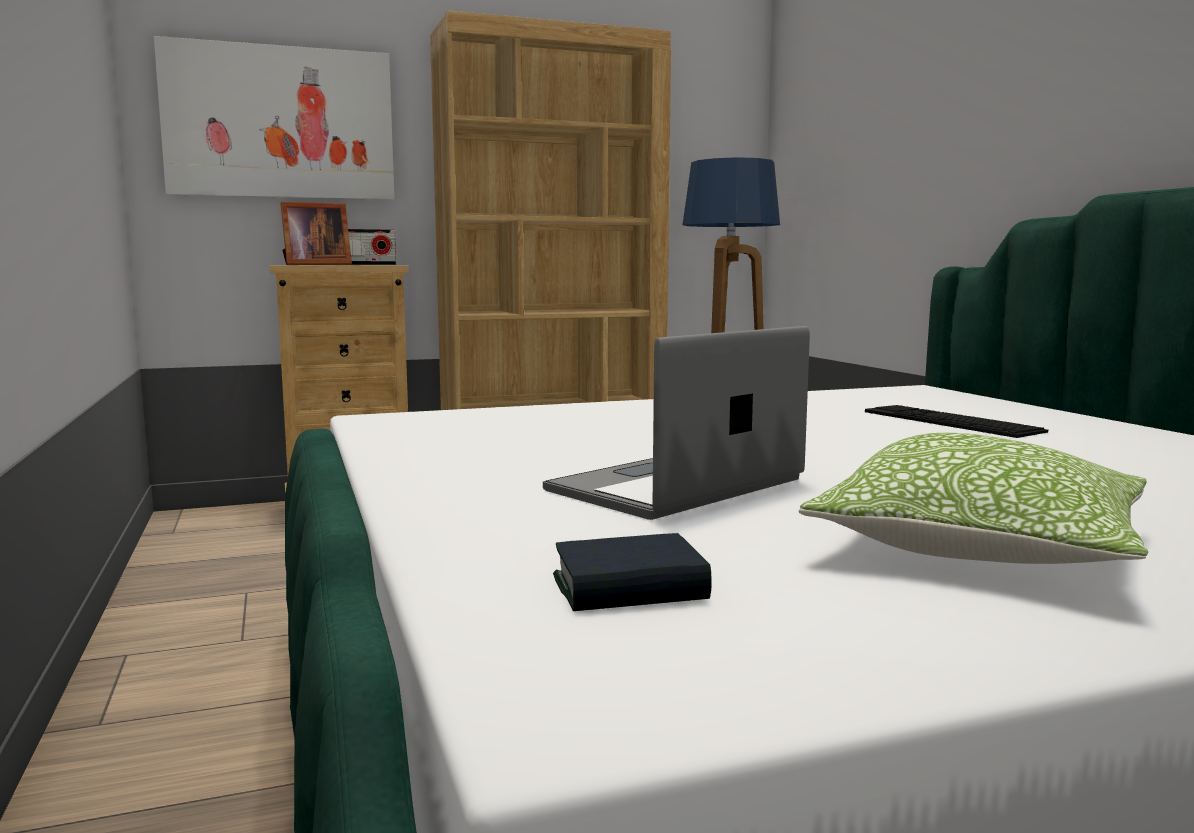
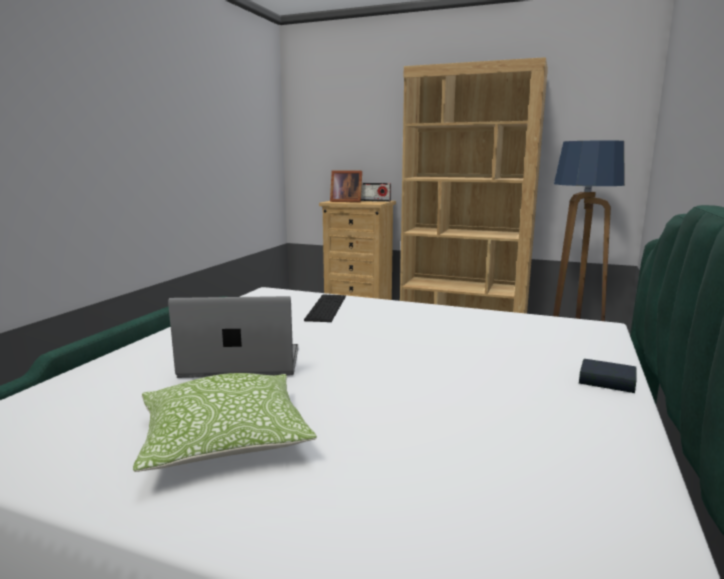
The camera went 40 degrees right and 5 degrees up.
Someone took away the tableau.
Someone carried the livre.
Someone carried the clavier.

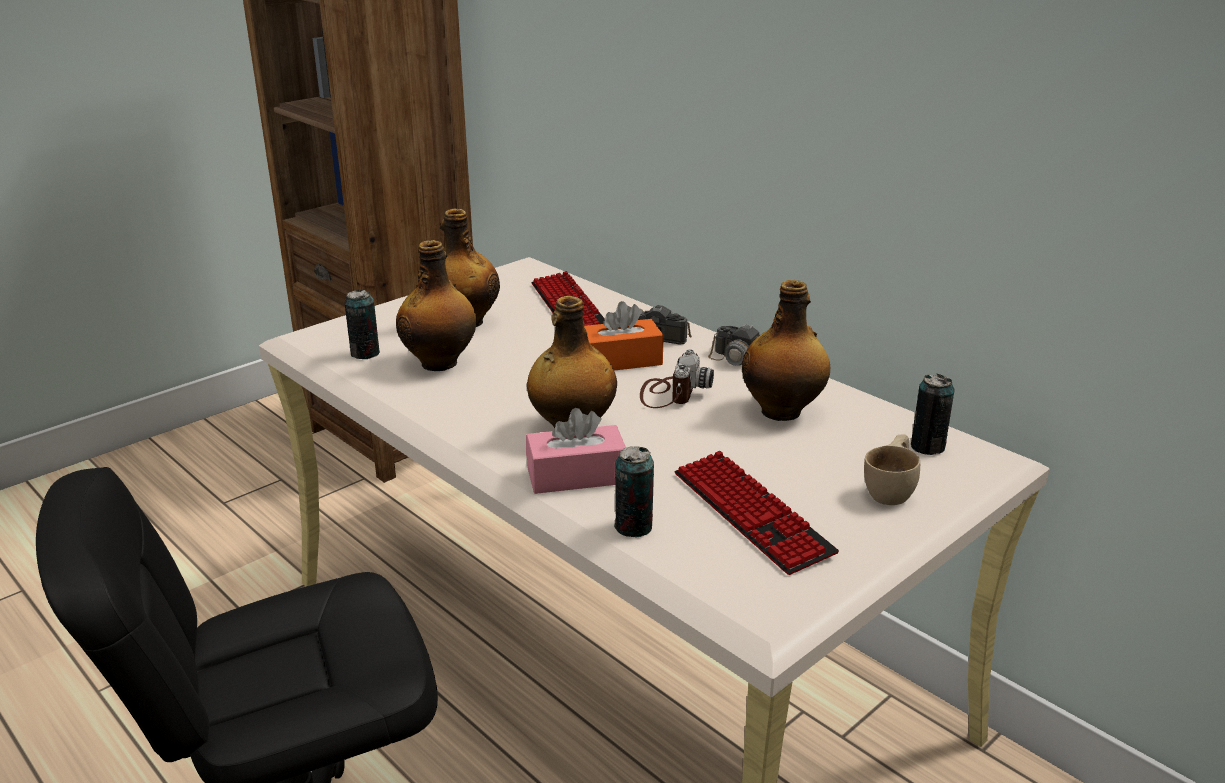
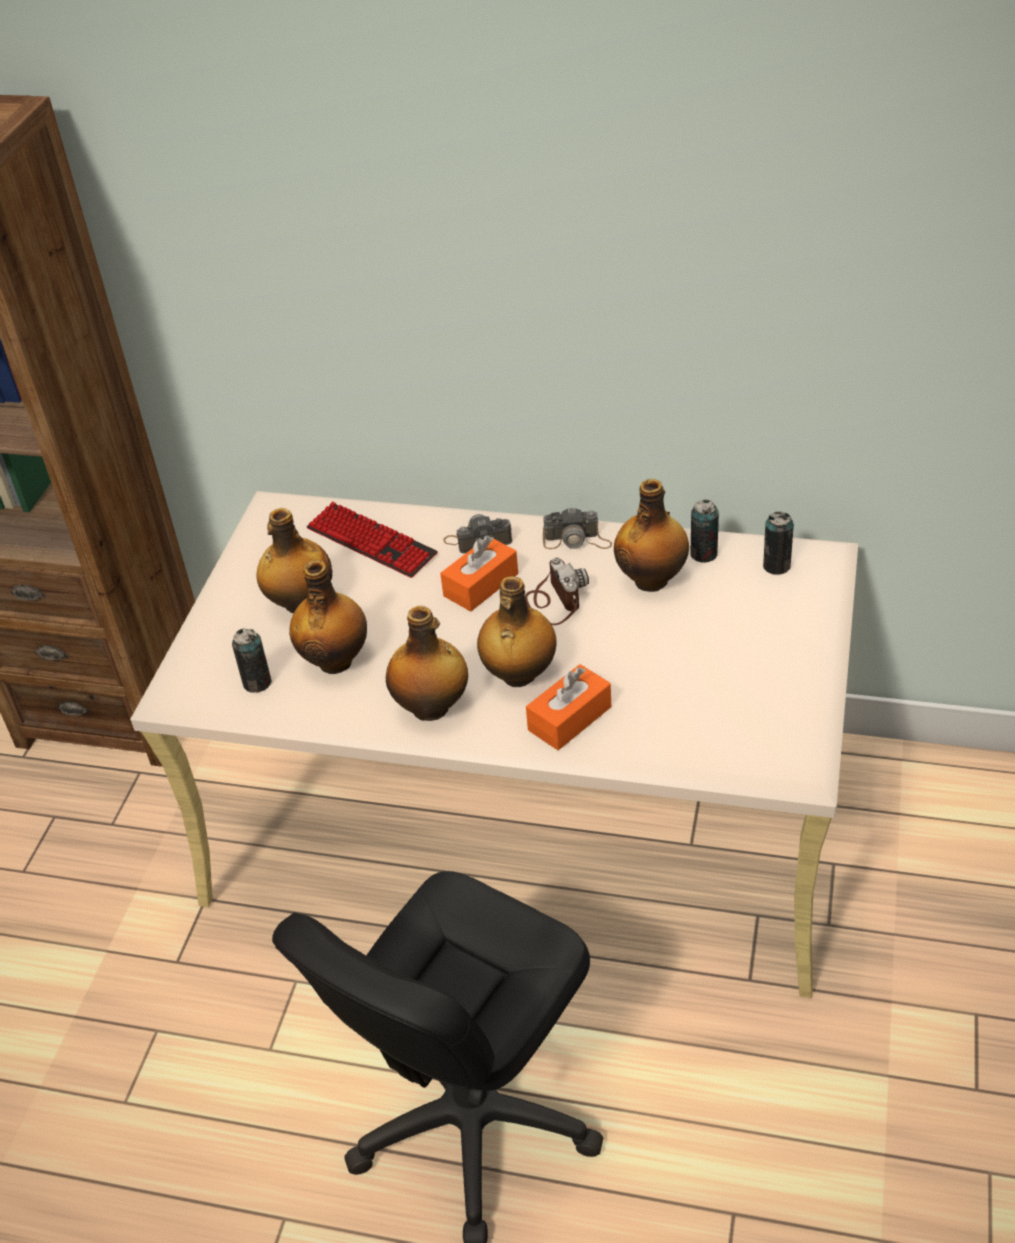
The camera went 30 degrees left and 15 degrees up.
Someone repainted the boîte à mouchoirs (rose), which became the boîte à mouchoirs (orange) (2nd from left).
Someone carried the boîte métallique (2nd from left).
Someone took away the clavier (2nd from left).
Someone took away the tasse (beige).
Someone put down the bouteille (3rd from left).

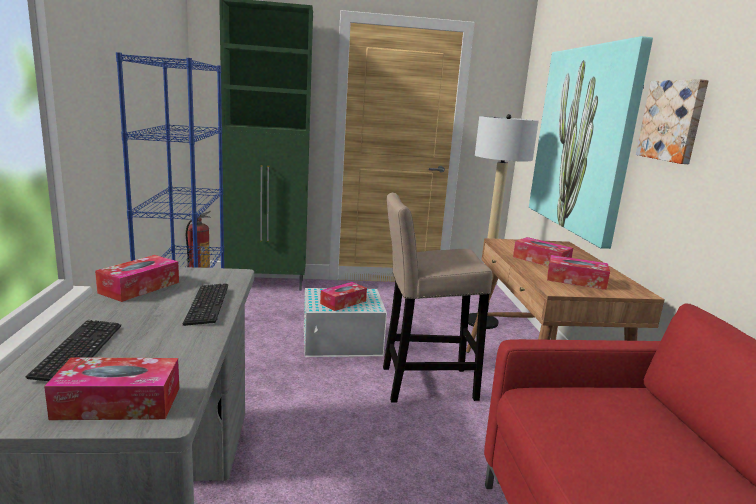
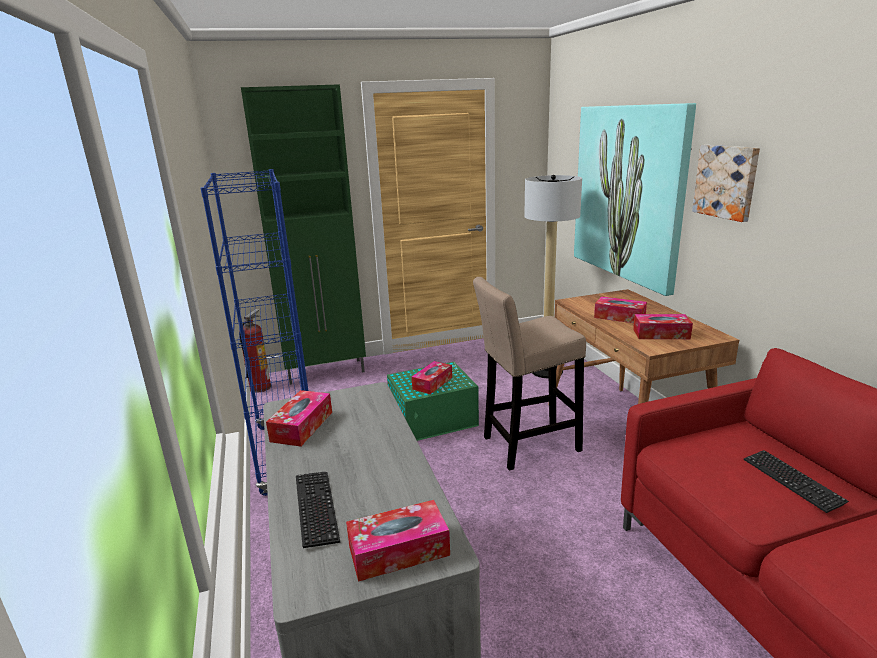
The camera went 10 degrees left and 5 degrees up.
Someone carried the clavier (2nd from left).
Someone repainted the boîte de rangement (blanc), which became the boîte de rangement (vert).

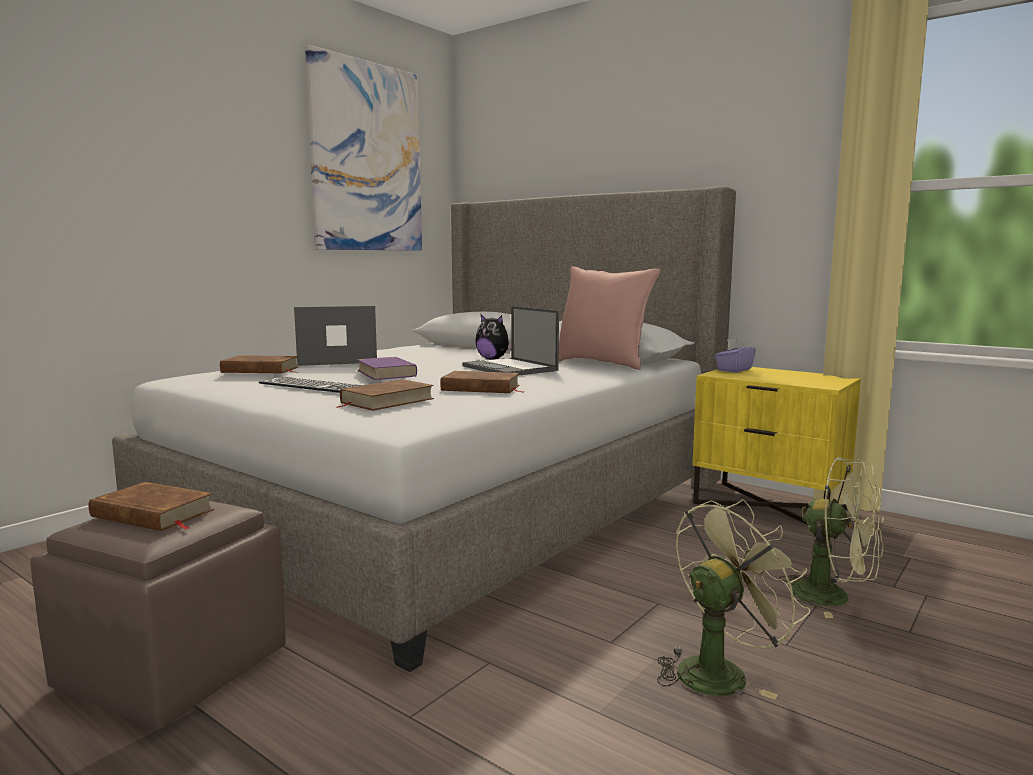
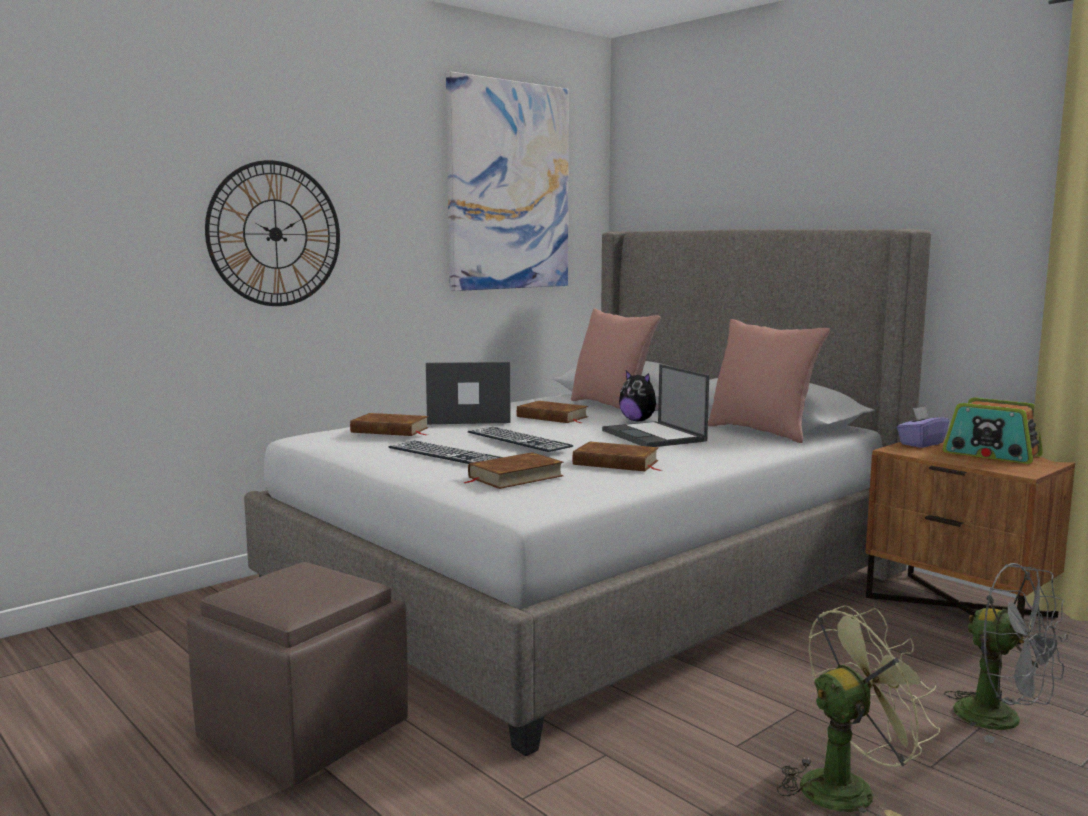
The camera went 10 degrees right and 0 degrees up.
Someone carried the livre (marron) (1st from left in the first image).
Someone swapped the livre (violet) for the clavier (2nd from left).
Someone repainted the table de chevet (jaune), which became the table de chevet (marron).
Someone repainted the ventilateur (vert) (2nd from left), which became the ventilateur (gris).
Someone put up the horloge murale.
Someone put down the coussin (rose) (1st from left).
Someone put down the radio.

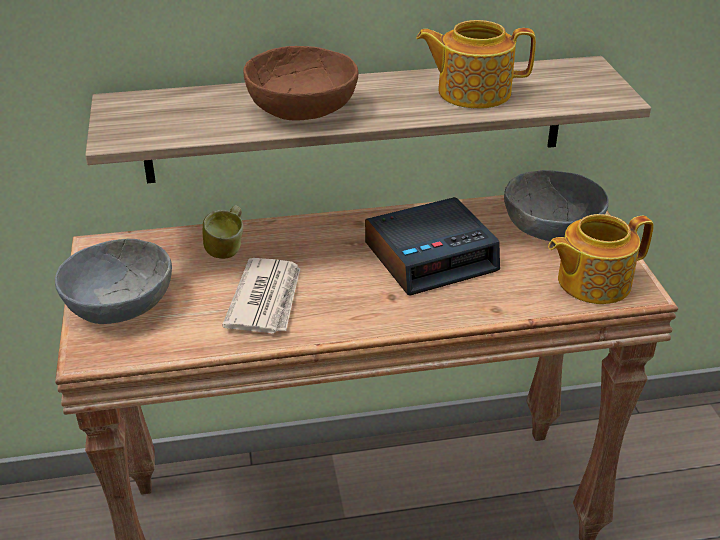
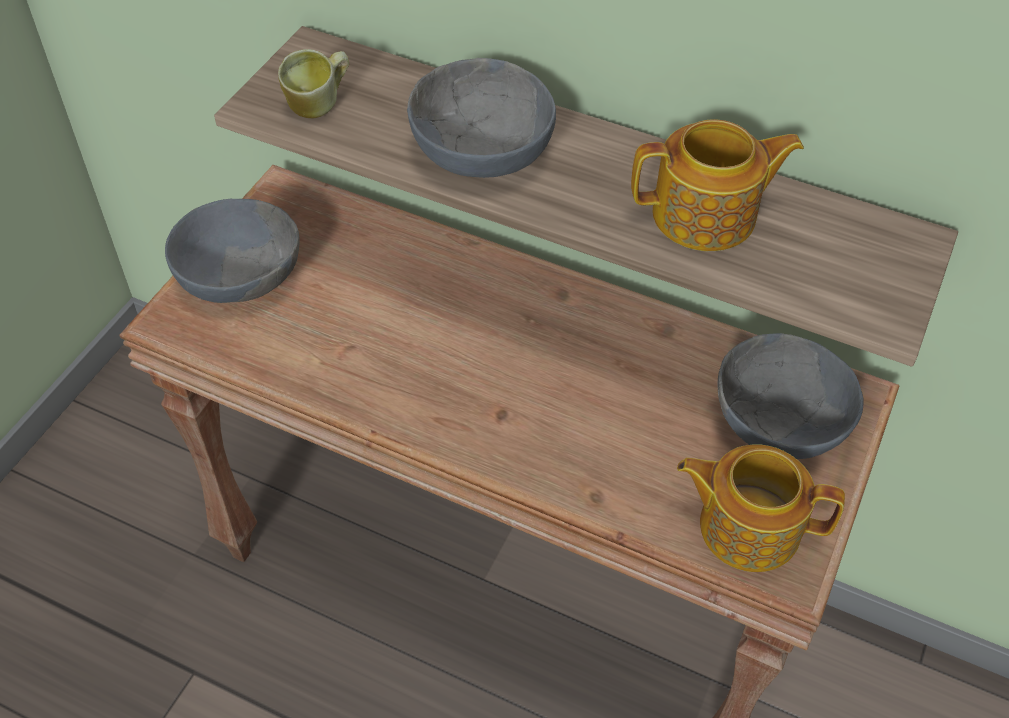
The camera went 35 degrees right and 15 degrees up.
Someone carried the mug.
Someone took away the journal.
Someone repainted the bol (marron), which became the bol (gris) (2nd from left).
Someone took away the réveil.
Someone rotated the théière (1st from left) by 135 degrees clockwise.

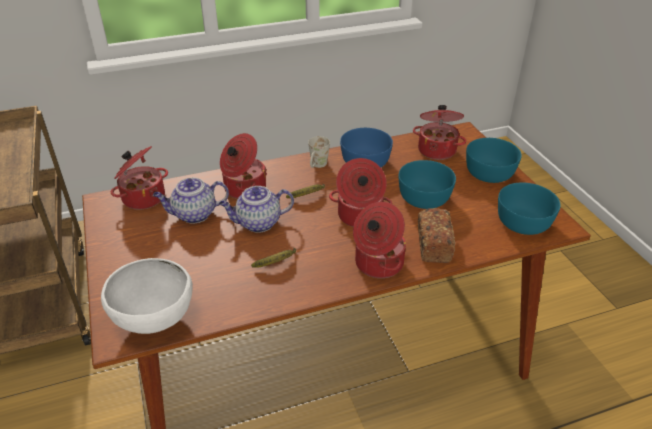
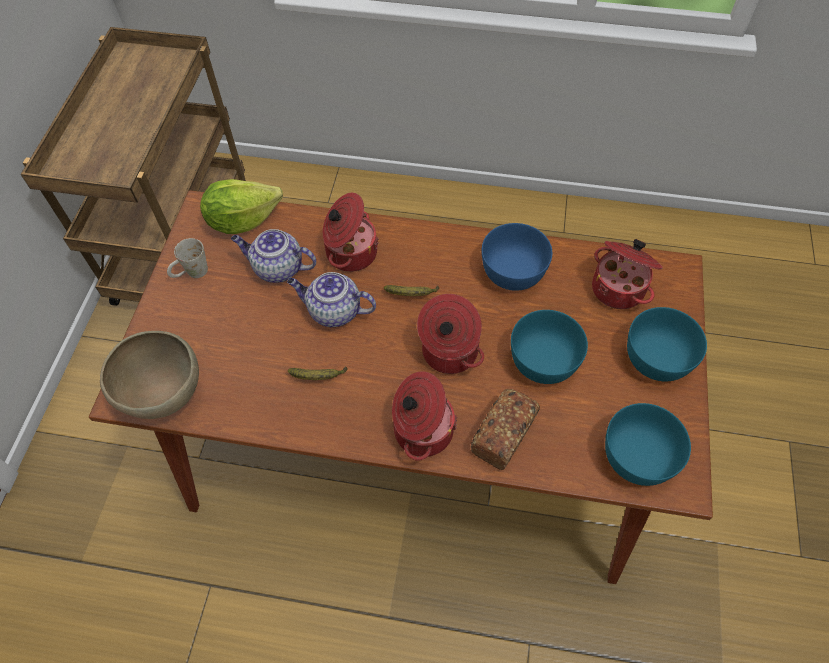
The camera went 30 degrees right and 20 degrees up.
Someone repainted the bol (blanc), which became the bol (marron).
Someone swapped the marmite (1st from left) for the laitue.
Someone carried the mug (blanc).

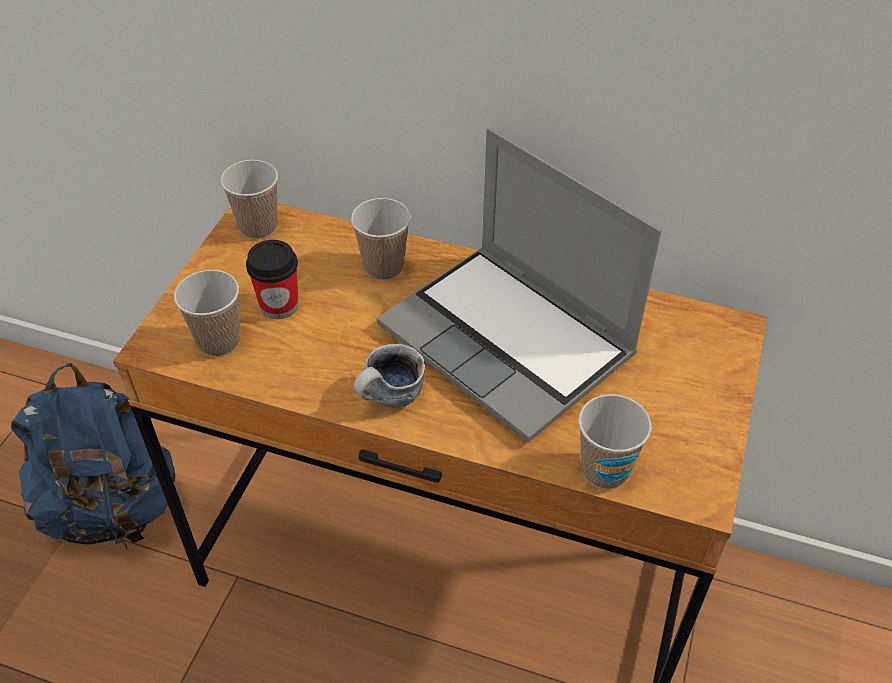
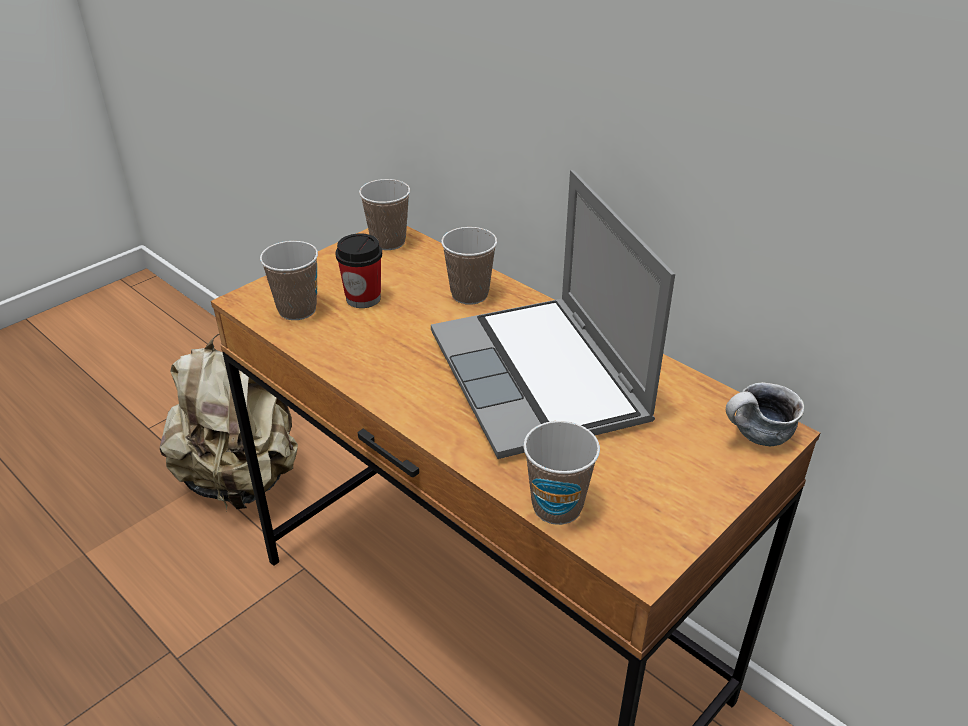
The camera went 25 degrees right and 10 degrees down.
Someone repainted the sac à dos (bleu), which became the sac à dos (beige).
Someone carried the mug.

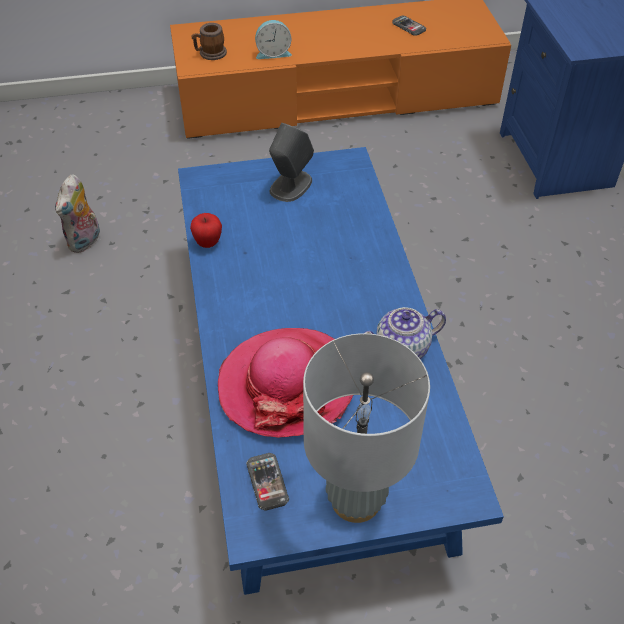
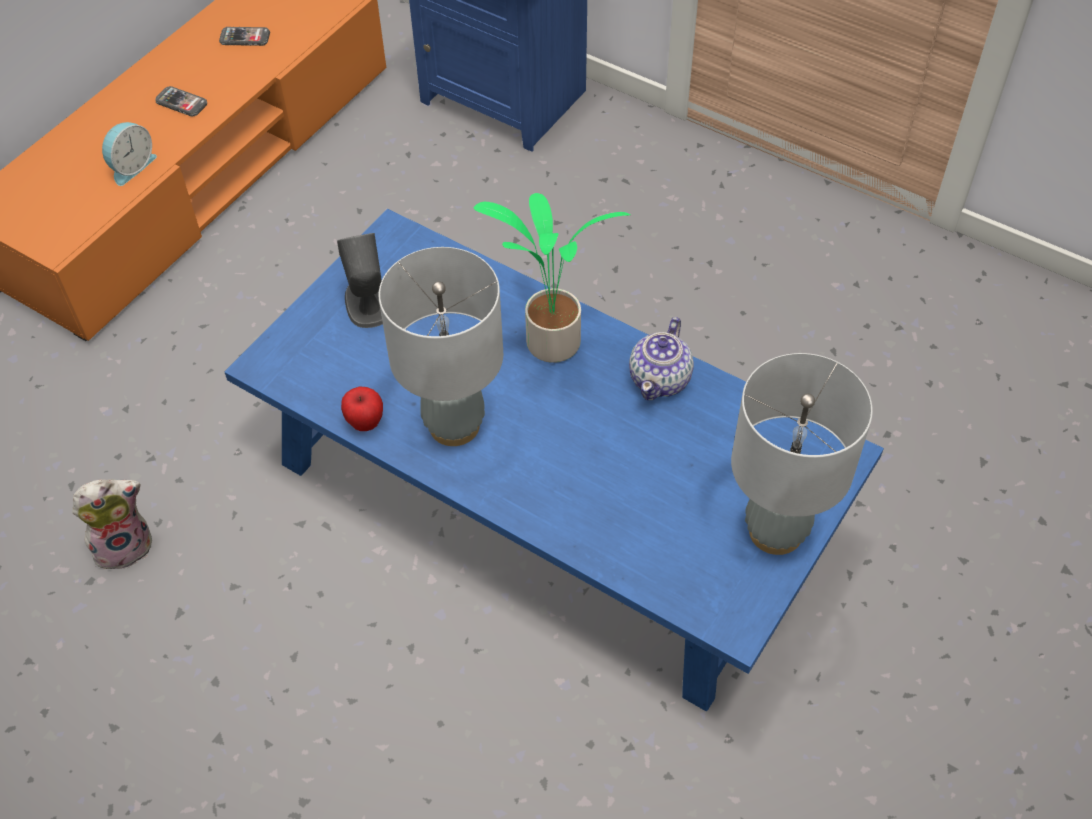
The camera went 45 degrees left and 5 degrees up.
Someone rotated the peluche by 90 degrees counterclockwise.
Someone took away the mug.
Someone took away the chapeau.
Someone carried the téléphone (1st from left).
Someone put down the lampe de table (gris) (1st from left).
Someone put down the plante en pot.

